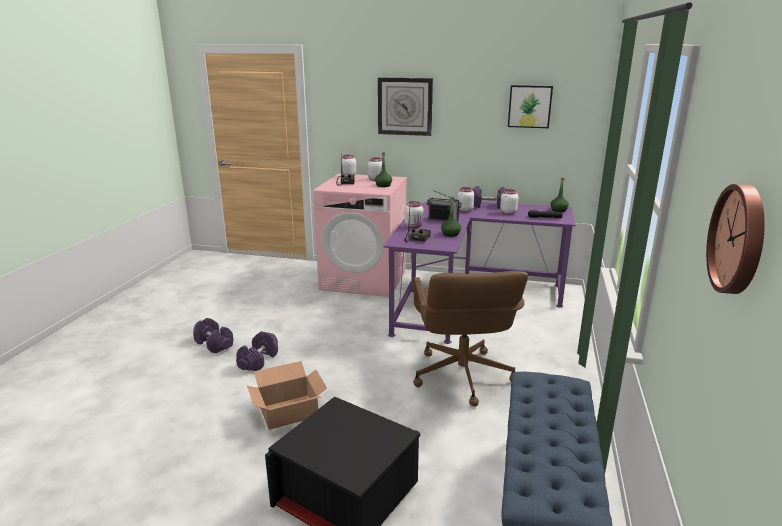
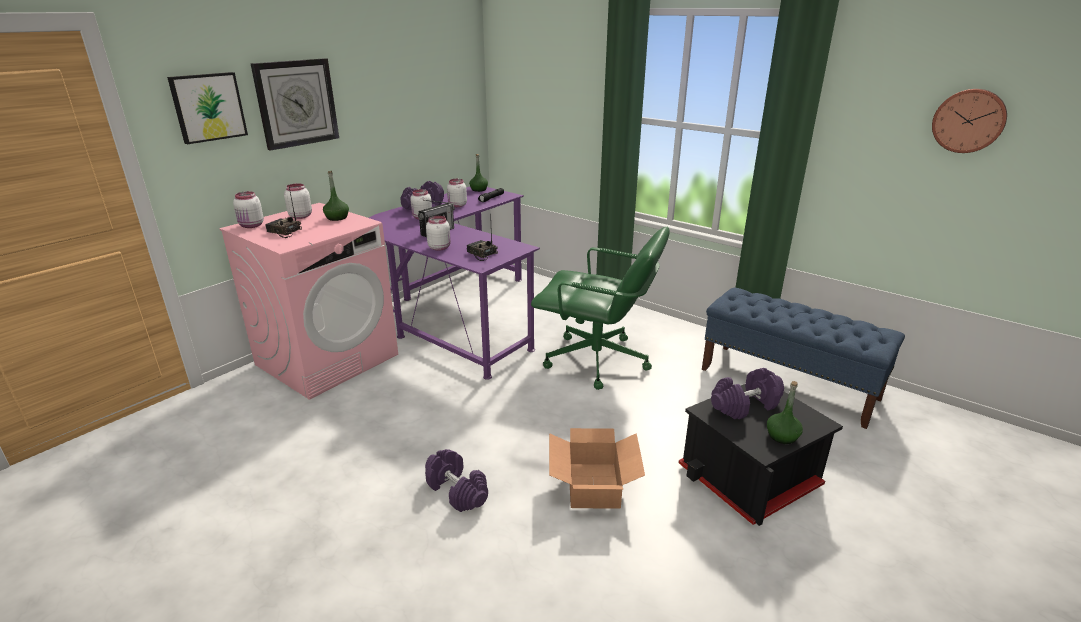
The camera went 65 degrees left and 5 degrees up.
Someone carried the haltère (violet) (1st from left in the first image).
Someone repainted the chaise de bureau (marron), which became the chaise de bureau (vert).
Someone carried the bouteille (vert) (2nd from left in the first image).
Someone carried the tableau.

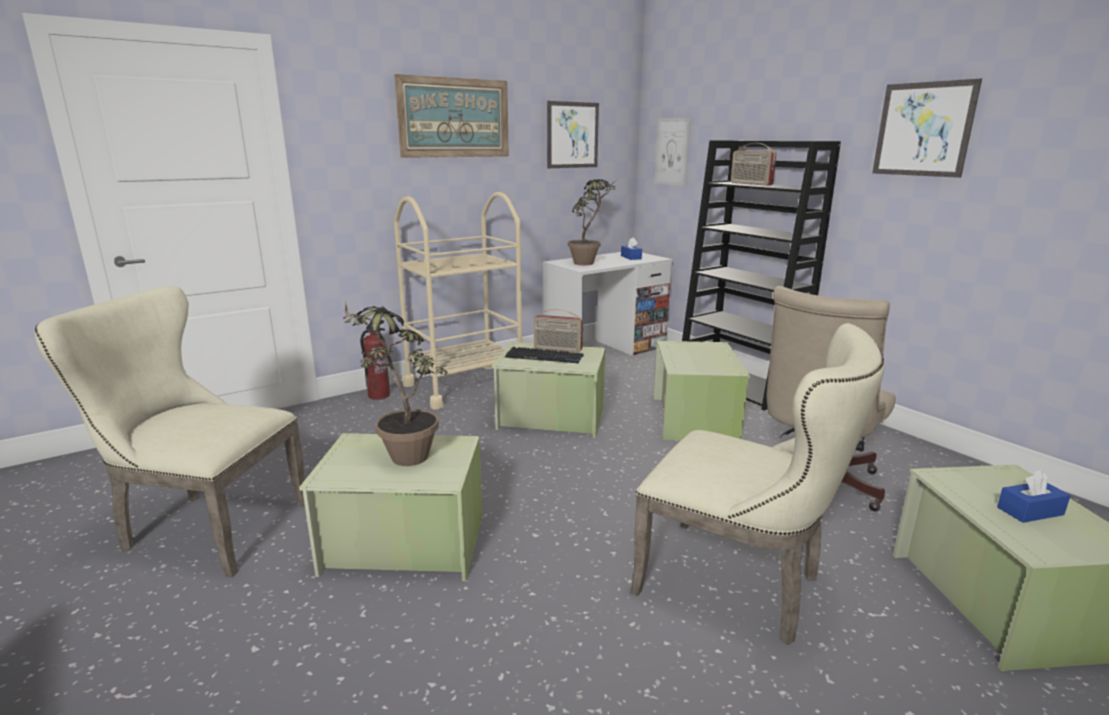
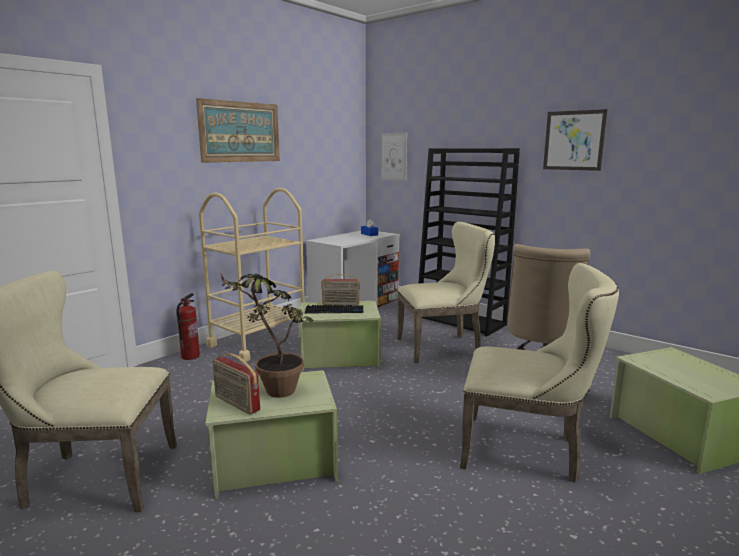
The camera went 15 degrees left and 5 degrees down.
Someone took away the tableau (2nd from left).
Someone took away the plante en pot (2nd from left).
Someone swapped the boîte de rangement (vert) (3rd from left) for the chaise (beige) (2nd from left).
Someone carried the radio (2nd from left in the first image).
Someone took away the boîte à mouchoirs (bleu) (2nd from left).

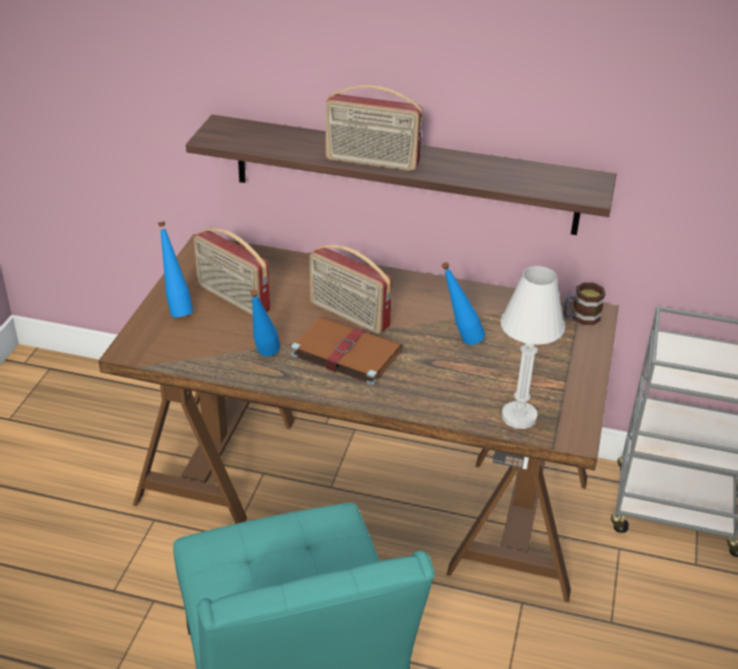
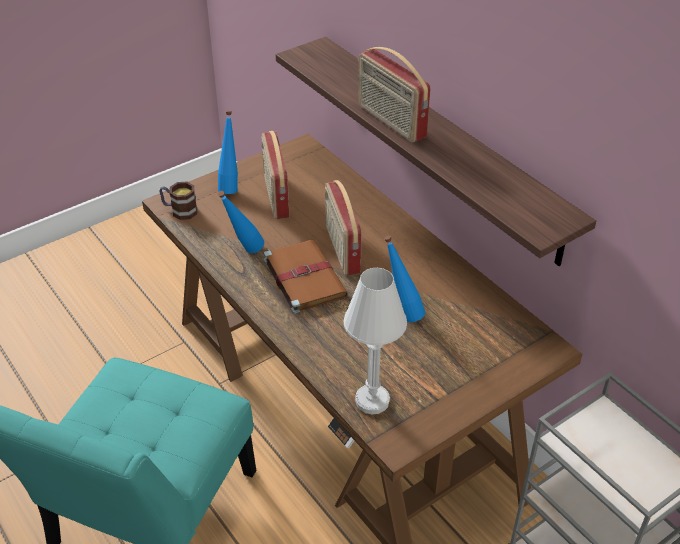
The camera went 40 degrees right and 5 degrees up.
Someone carried the mug.

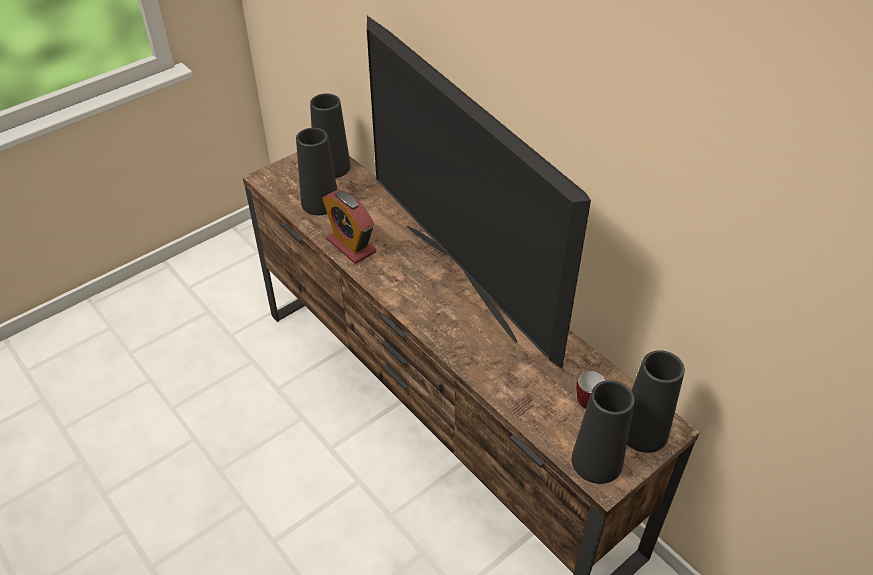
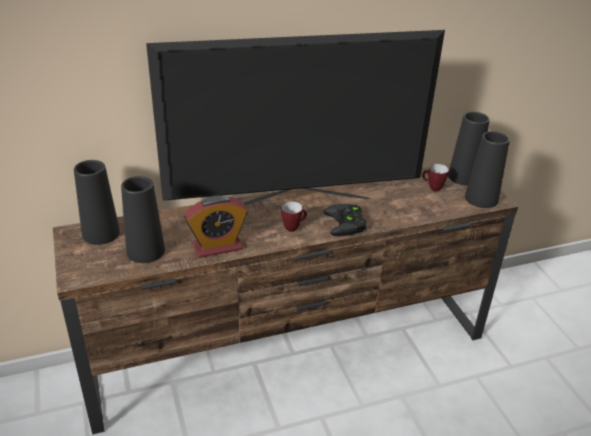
The camera went 70 degrees left and 10 degrees down.
Someone put down the mug (1st from left).
Someone put down the manette (noir).

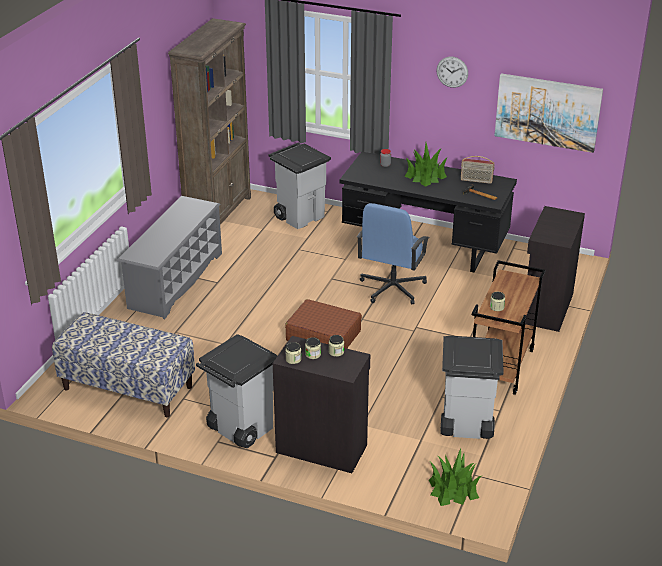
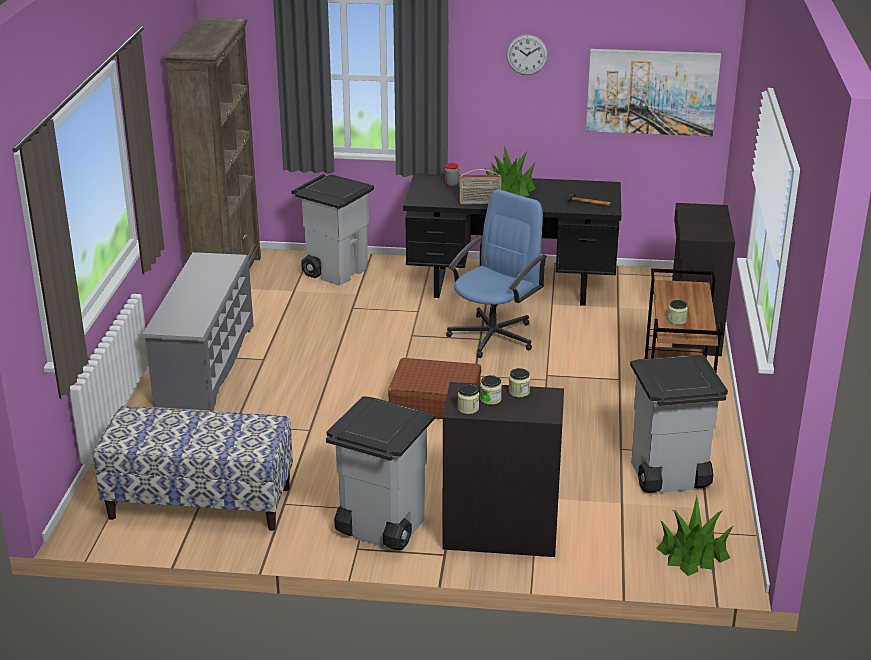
The camera went 15 degrees left and 5 degrees down.
Someone rotated the chaise de bureau (bleu) by 150 degrees counterclockwise.
Someone carried the radio.

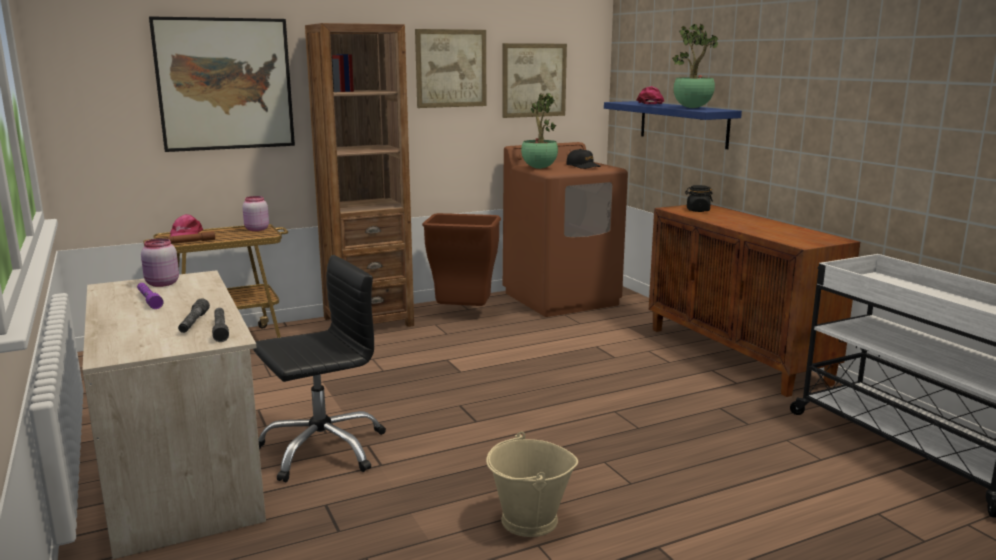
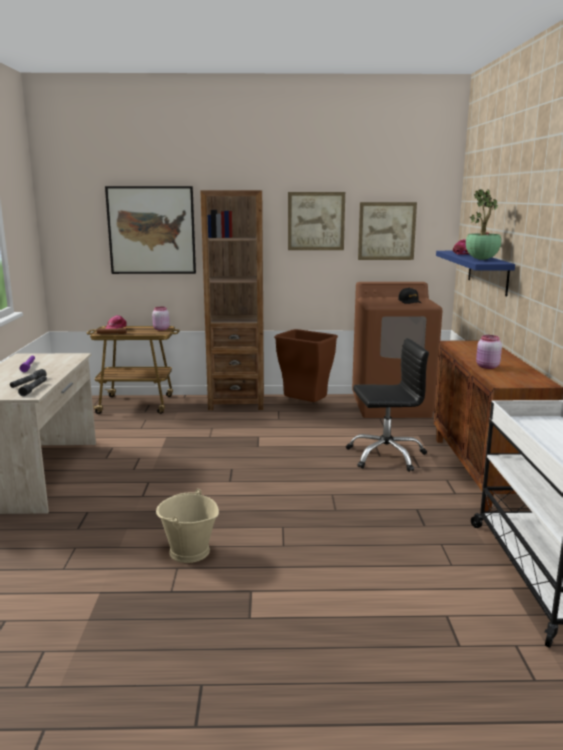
The camera went 25 degrees right and 0 degrees up.
Someone carried the bocal (rose) (1st from left in the first image).
Someone carried the chaise de bureau (noir).
Someone took away the plante en pot (1st from left).
Someone took away the bocal (noir).

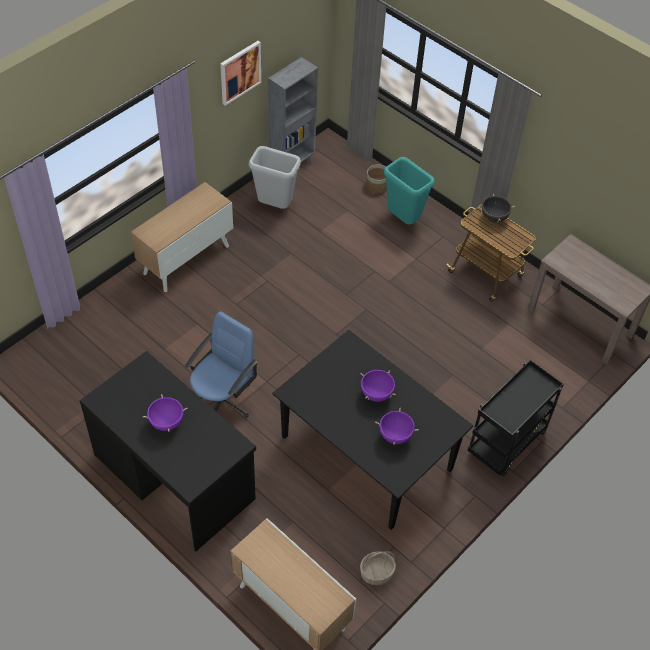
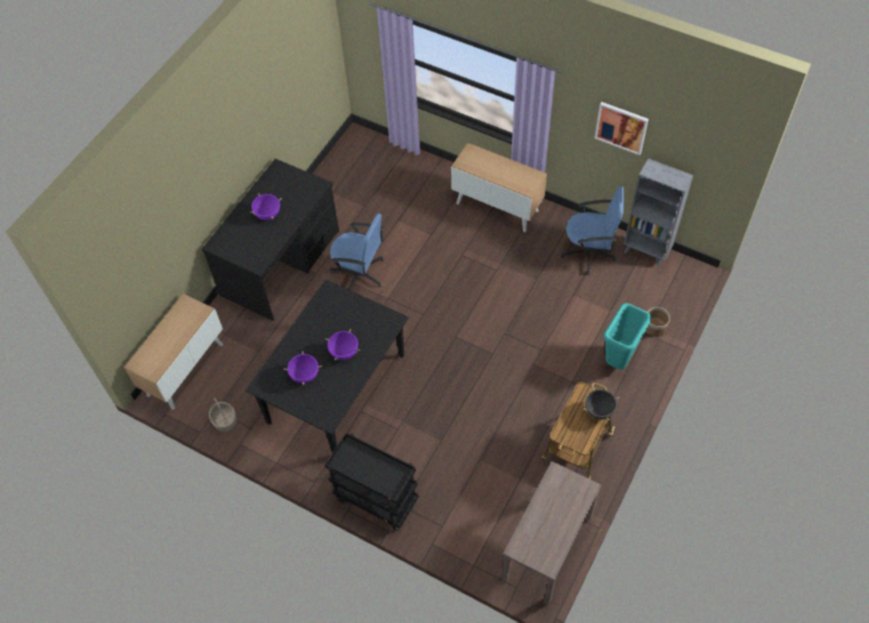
The camera went 80 degrees right and 5 degrees up.
Someone swapped the poubelle (gris) for the chaise de bureau (bleu) (2nd from left).

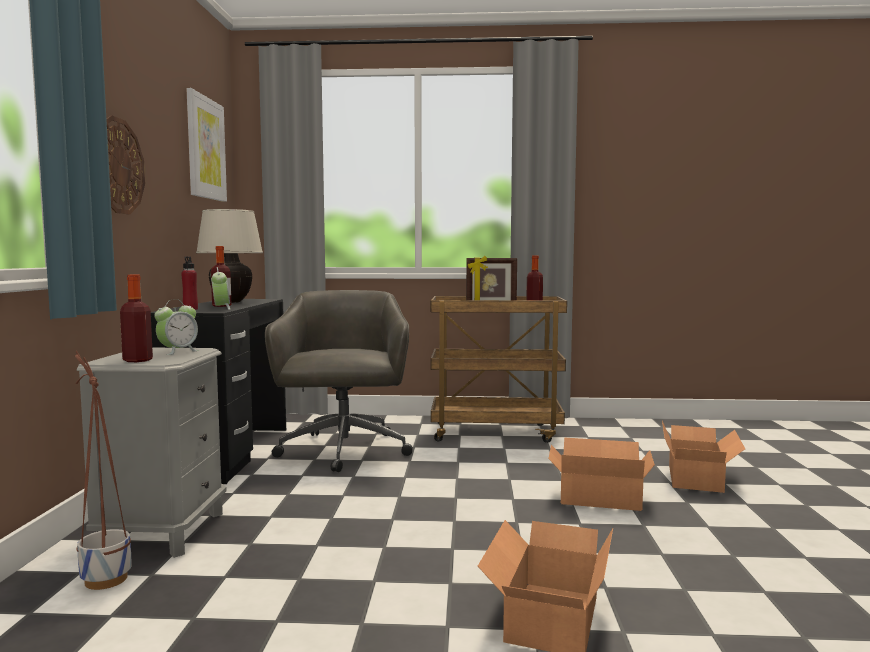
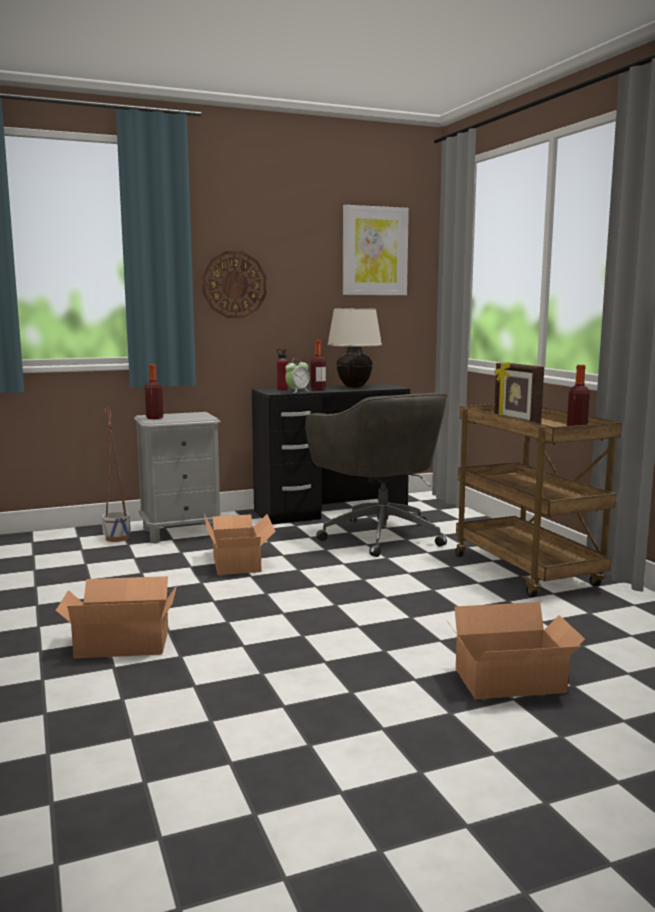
The camera went 65 degrees right and 5 degrees up.
Someone took away the réveil (1st from left).
Someone rotated the chaise de bureau (gris) by 90 degrees clockwise.
Someone carried the carton (2nd from left).

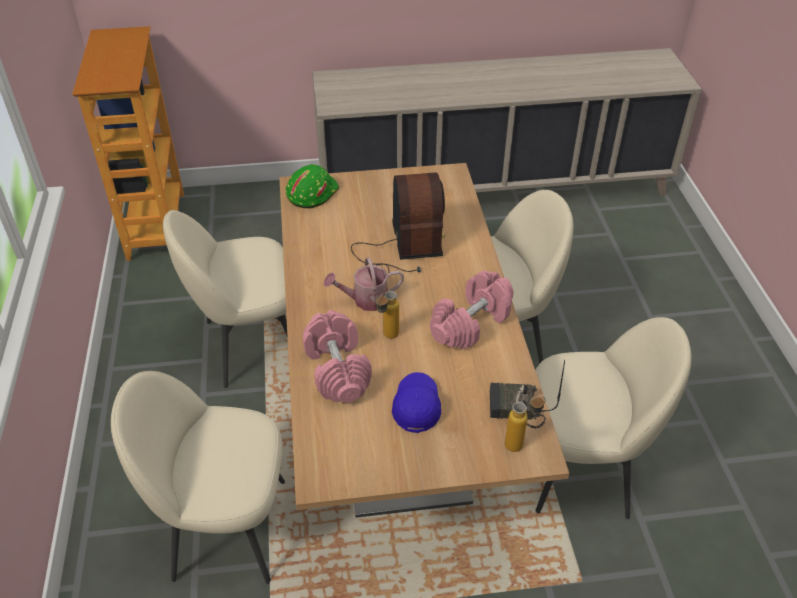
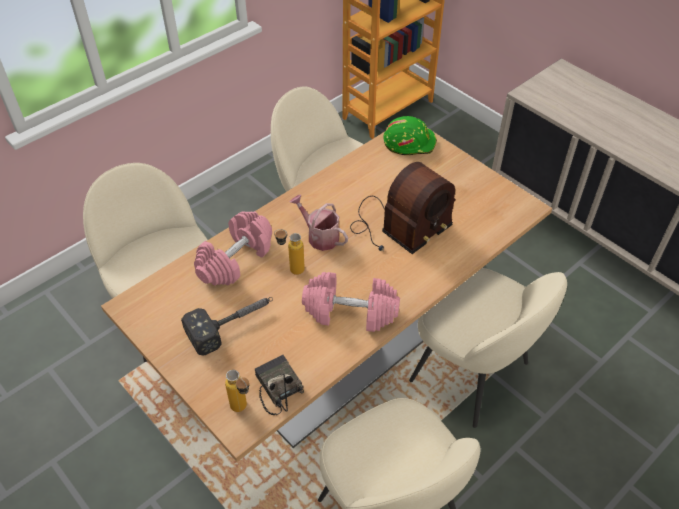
The camera went 55 degrees right and 5 degrees up.
Someone swapped the casquette (bleu) for the marteau.

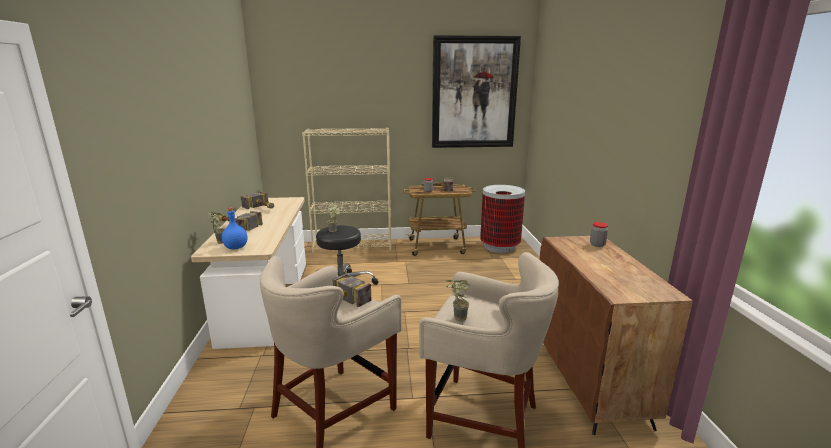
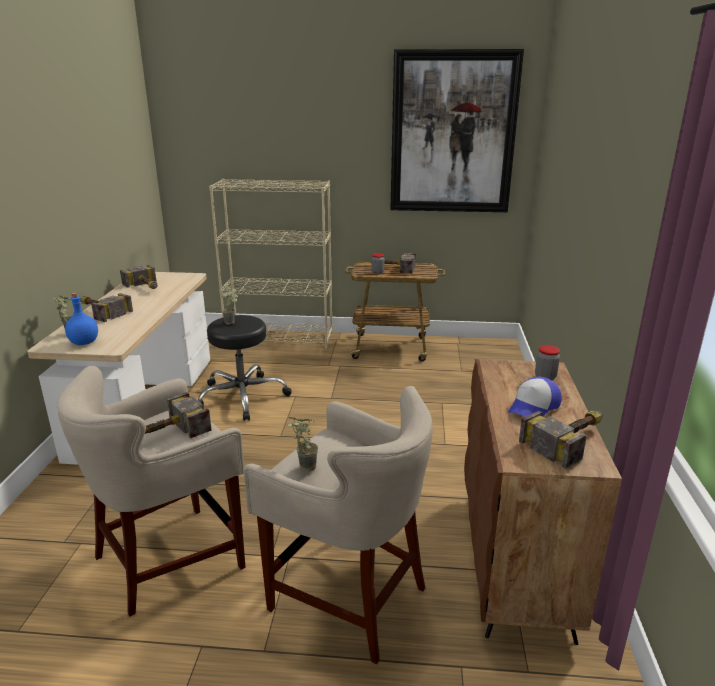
The camera went 10 degrees right and 5 degrees up.
Someone took away the poubelle.
Someone put down the casquette.
Someone put down the marteau (5th from left).

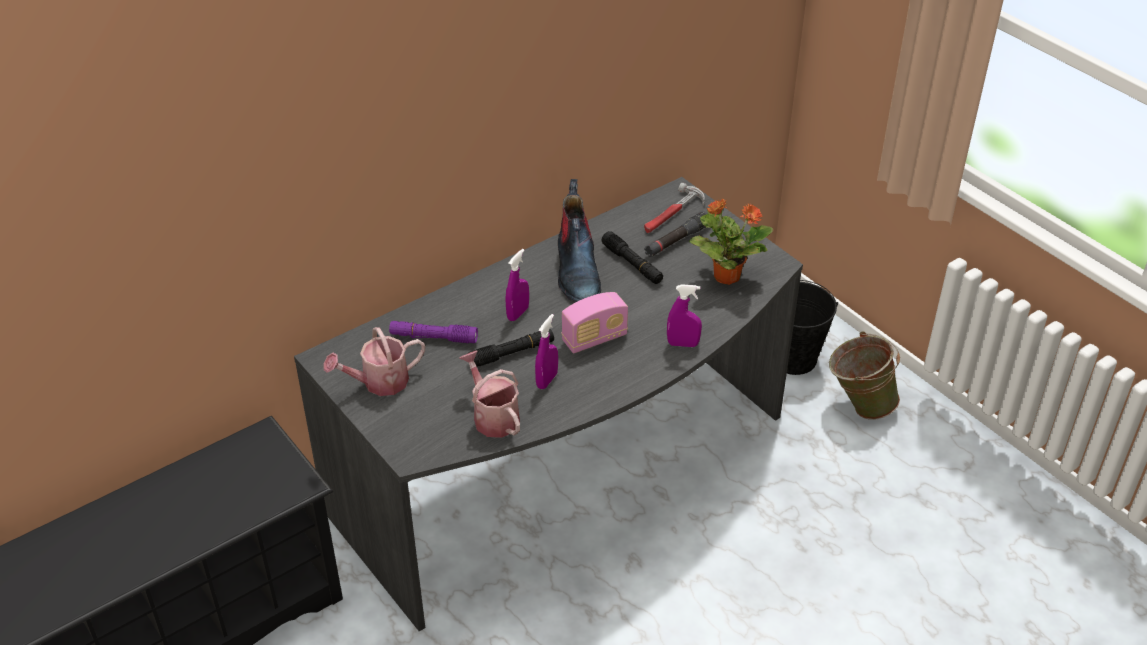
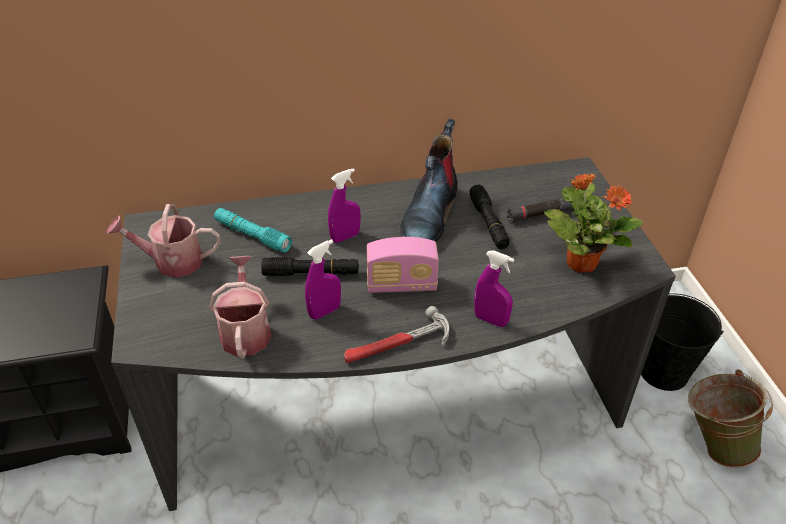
The camera went 25 degrees right and 0 degrees up.
Someone repainted the lampe de poche (violet), which became the lampe de poche (turquoise).
Someone carried the marteau.

